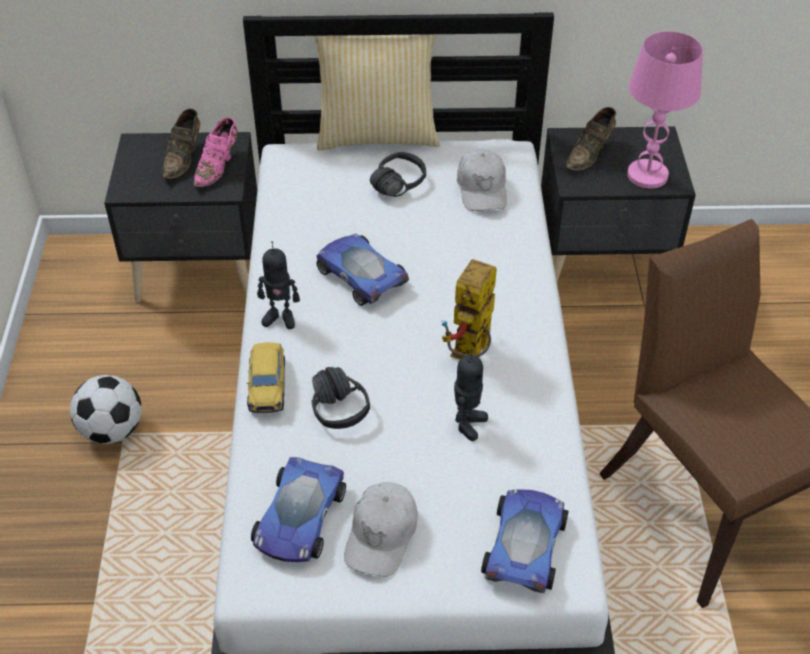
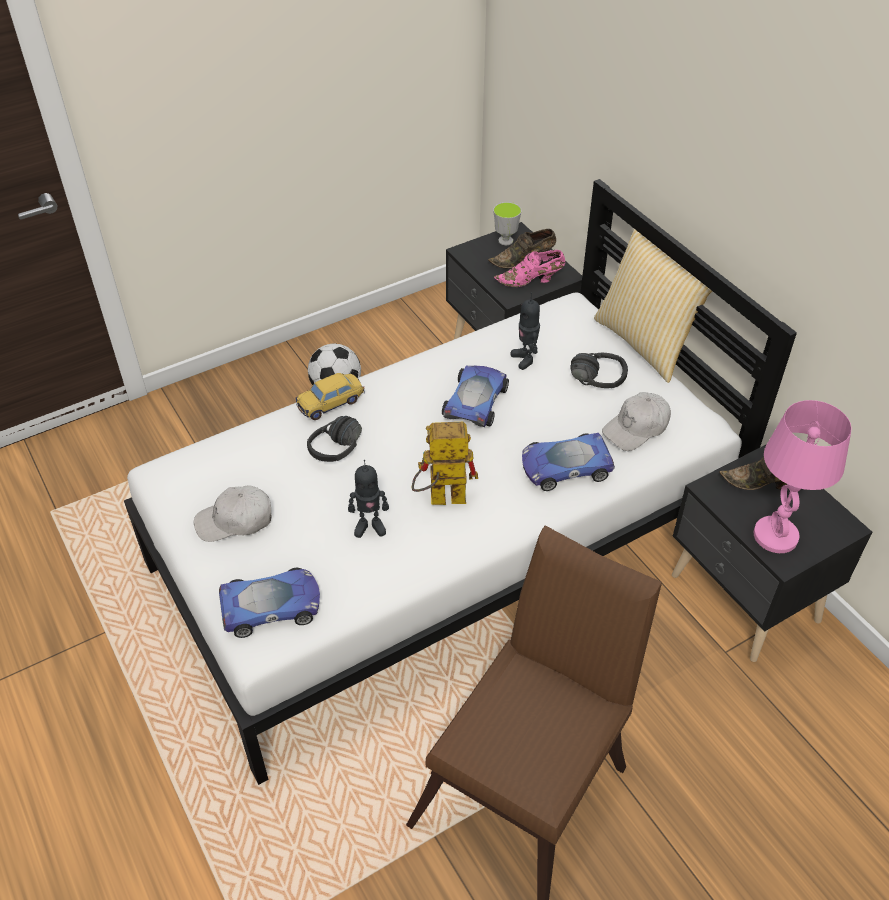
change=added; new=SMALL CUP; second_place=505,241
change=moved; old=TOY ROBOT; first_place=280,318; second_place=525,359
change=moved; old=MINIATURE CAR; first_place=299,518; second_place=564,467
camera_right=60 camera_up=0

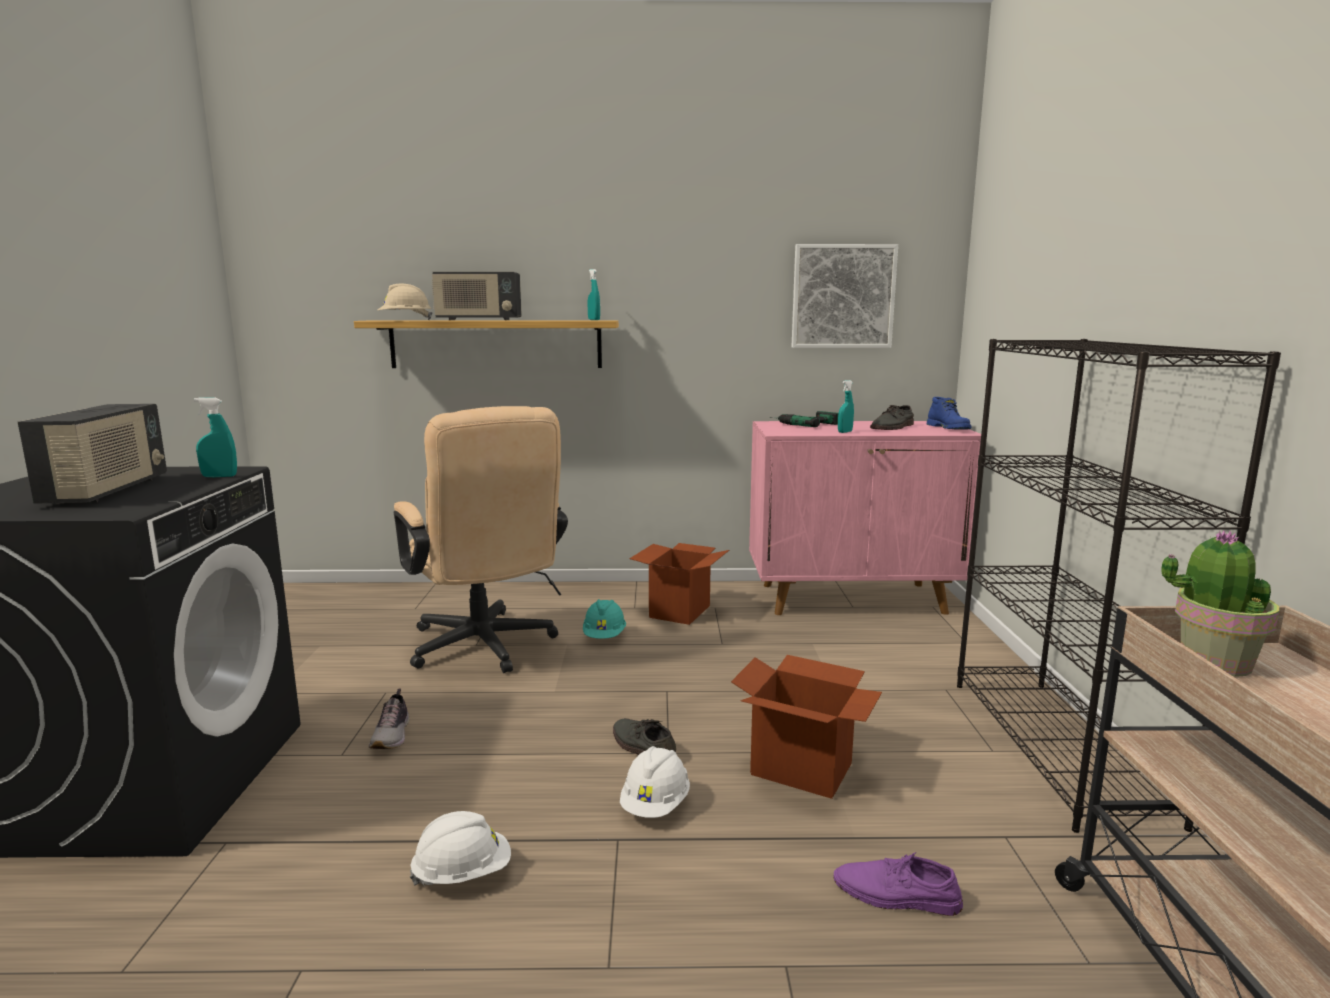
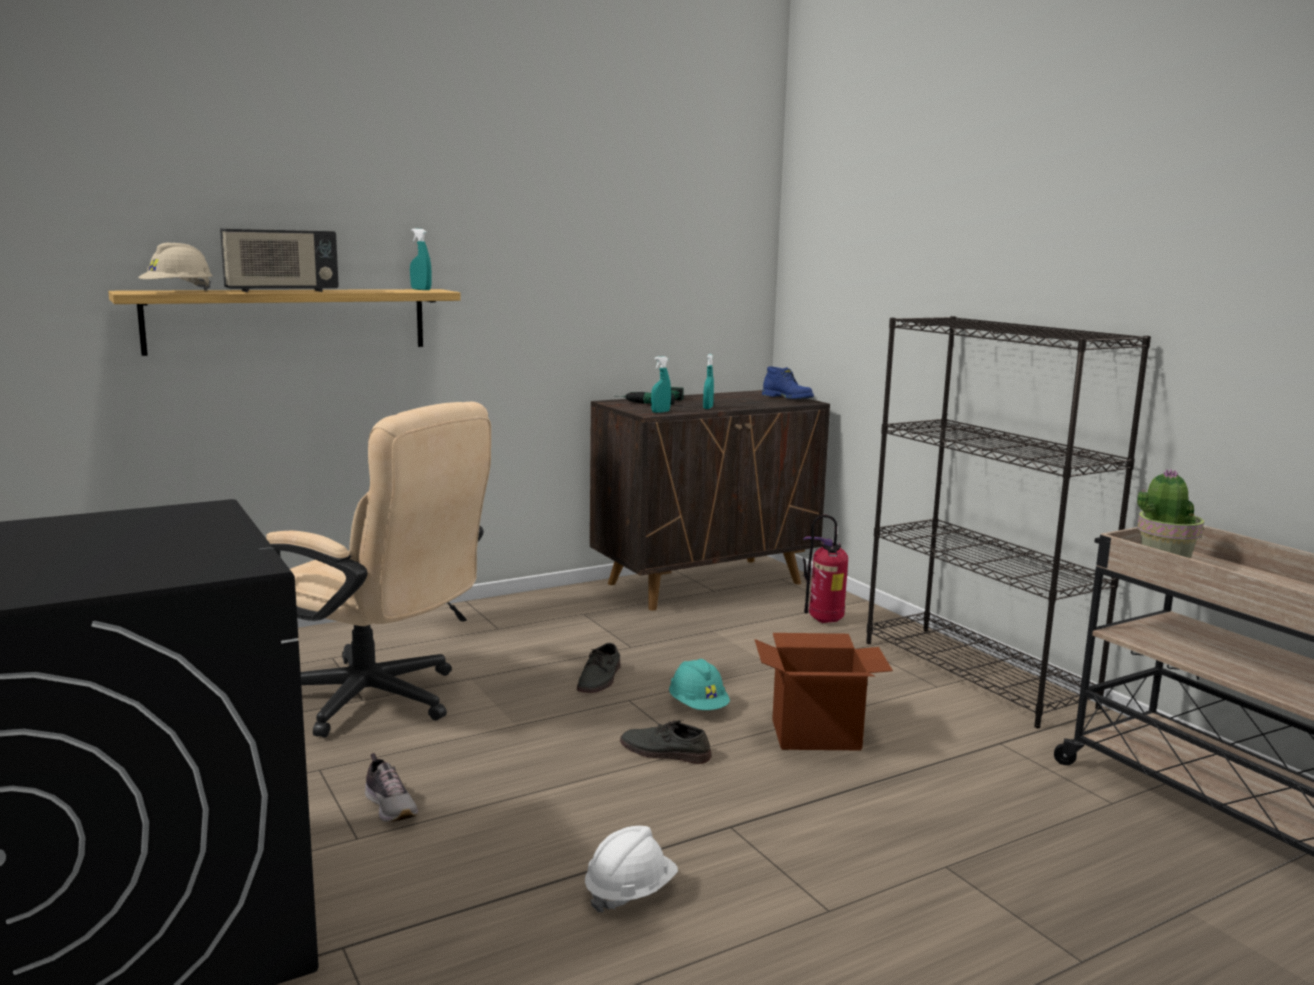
change=moved; old=GREYISH LOW SHOE; first_place=893,427; second_place=600,679
change=recoloured; old=PINKISH CUPBOARD; new=BROWN CUPBOARD; first_place=853,599; second_place=706,583
change=moved; old=TURQUOISE-COLOURED SPRAYER; first_place=219,476; second_place=660,412
change=moved; old=TURQUOISE-COLOURED SAFETY HELMET; first_place=604,636; second_place=698,707
change=added; new=FIRE-FIGHTING CYLINDER; second_place=824,621
change=removed; old=RADIO SET; first_place=108,491
change=removed; old=WHITISH SAFETY HELMET; first_place=655,805
change=removed; old=CARDBOARD BOX; first_place=680,611
change=removed; old=WALL ART; first_place=843,296
change=removed; old=PURPLE LOW SHOE; first_place=896,895
camera_right=-30 camera_up=0

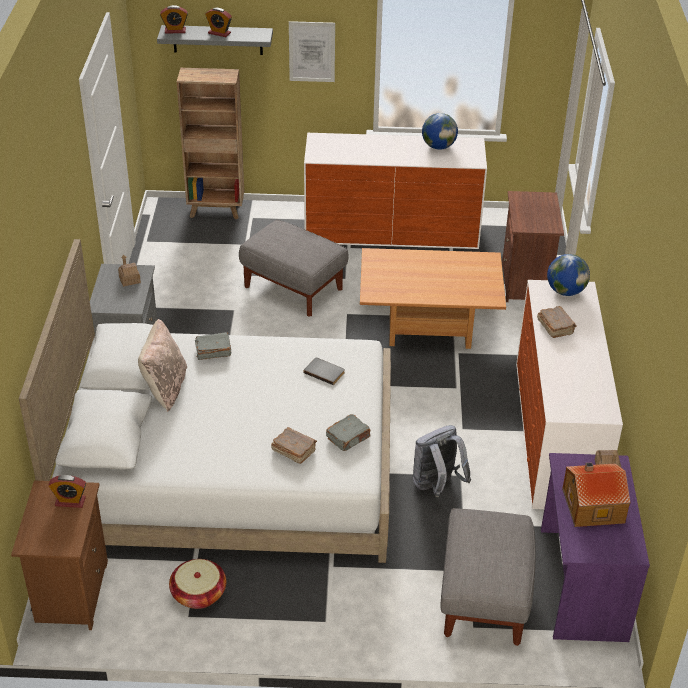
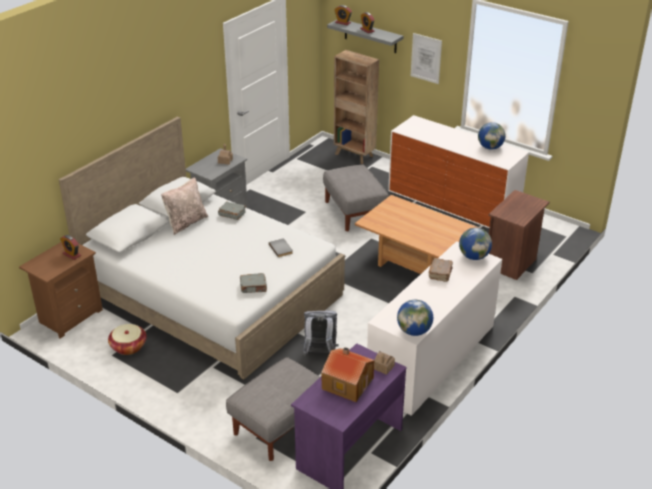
change=added; new=GLOBE; second_place=414,331
change=removed; old=BROWN BOOK; first_place=293,450
camera_right=35 camera_up=-5

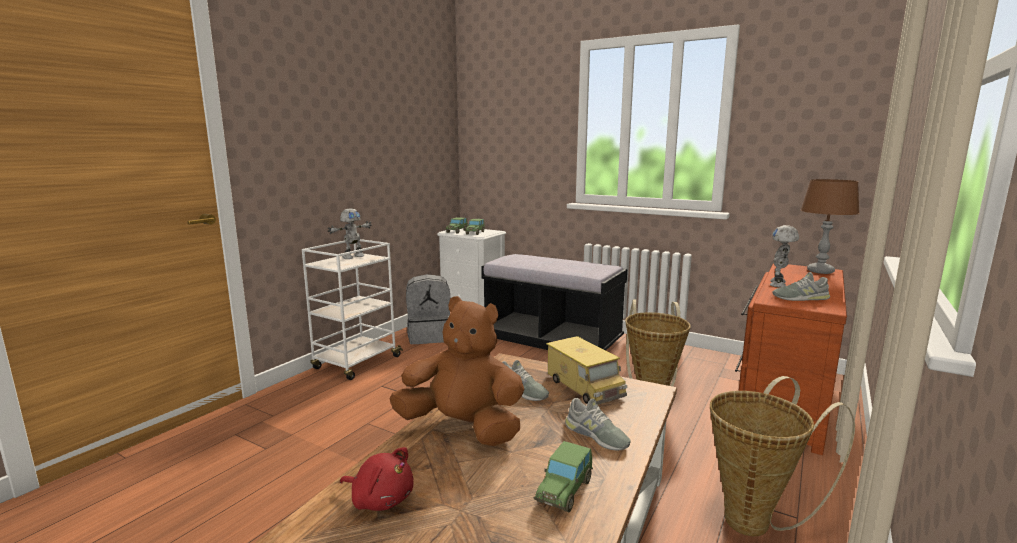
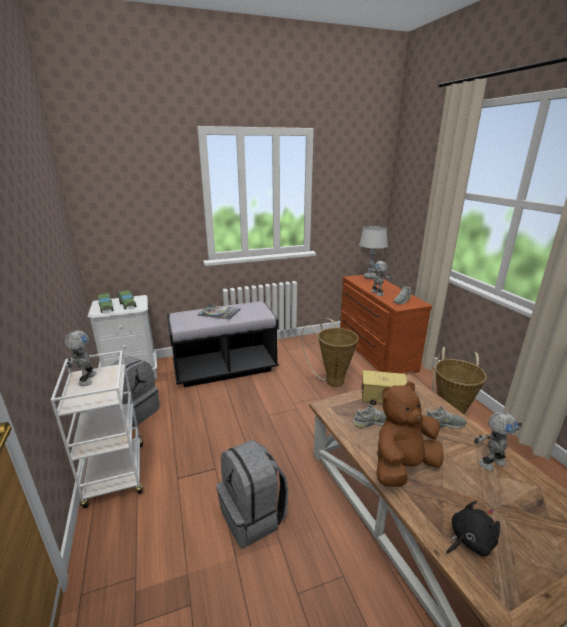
change=added; new=BOOK; second_place=219,312
change=added; new=GREYISH KNAPSACK; second_place=253,516
change=recoloured; old=BROWN TABLE LAMP; new=GREYISH TABLE LAMP; first_place=820,271; second_place=370,277
change=recoloured; old=RED SOFT TOY; new=BLACKISH SOFT TOY; first_place=380,499; second_place=469,540
change=replaced; old=MINIATURE CAR; new=TOY ROBOT; first_place=565,490; second_place=491,462
camera_right=-50 camera_up=10

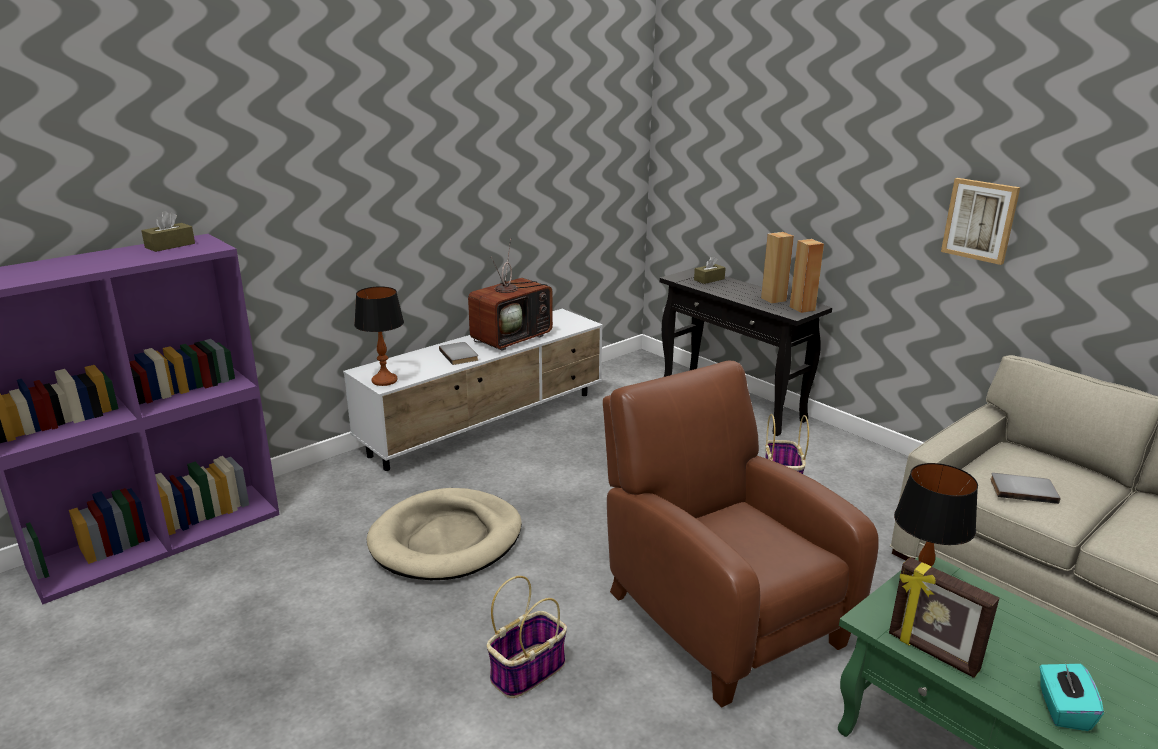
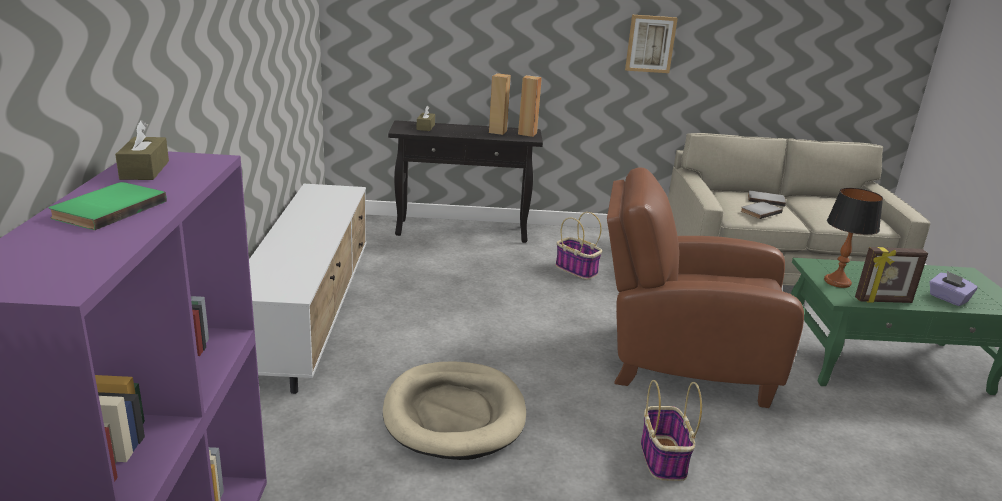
change=added; new=GREENISH BOOK; second_place=107,209
change=moved; old=GREYISH BOOK; first_place=460,355; second_place=766,199
change=recoloured; old=TURQUOISE-COLOURED TISSUE BOX; new=PURPLE TISSUE BOX; first_place=1063,709; second_place=948,299
change=removed; old=TABLE LAMP; first_place=384,380
change=removed; old=TV SET; first_place=512,337
camera_right=-50 camera_up=0

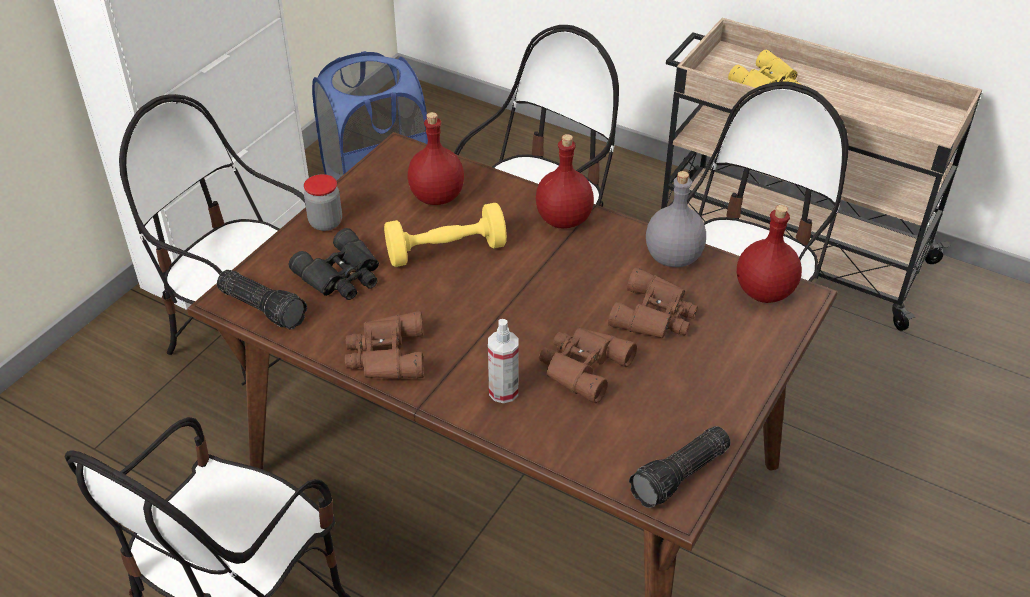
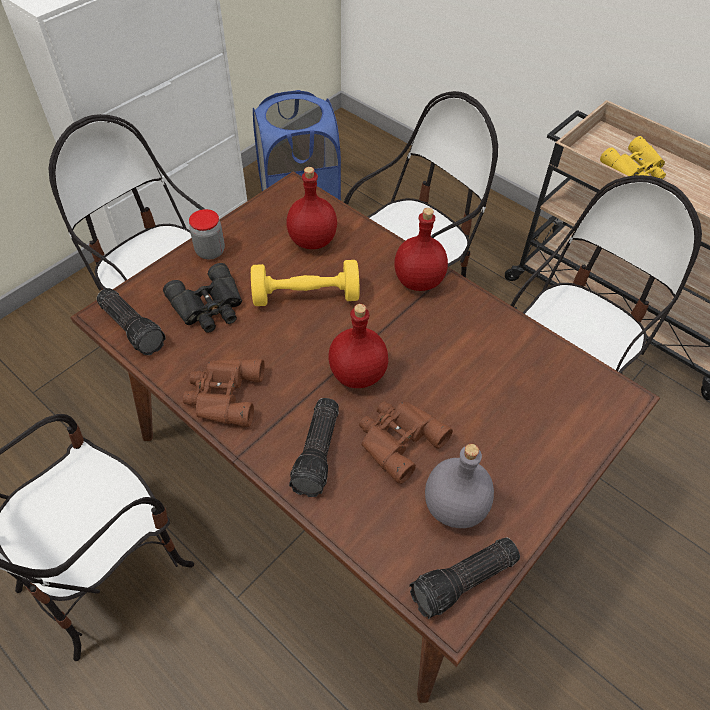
change=replaced; old=SPRAYER; new=HAND TORCH; first_place=503,391; second_place=319,453
change=moved; old=RED BEVERAGE BOTTLE; first_place=764,293; second_place=357,375
change=moved; old=GREYISH BEVERAGE BOTTLE; first_place=672,257; second_place=453,505
change=removed; old=BROWN PAIR OF BINOCULARS; first_place=655,315
camera_right=10 camera_up=10

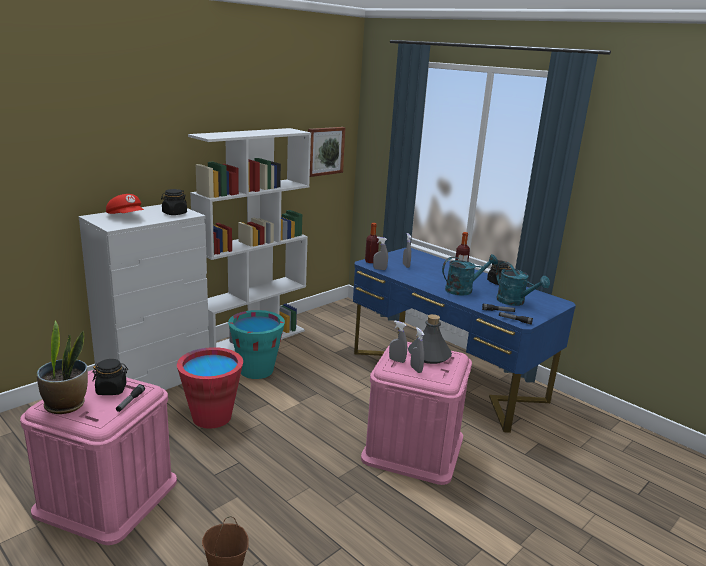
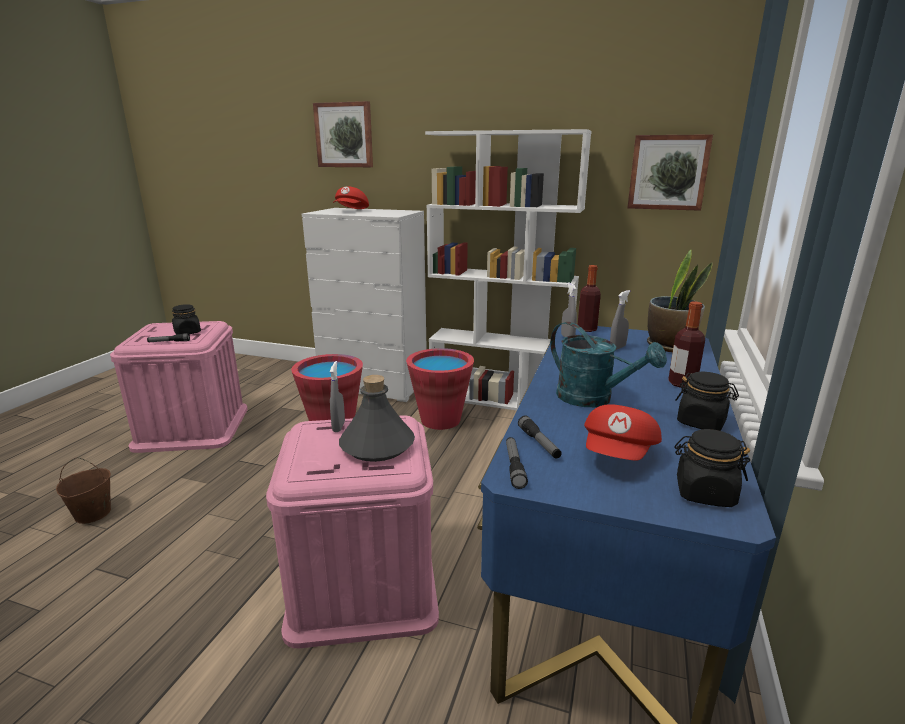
change=added; new=WALL ART; second_place=344,135
change=recoloured; old=TURQUOISE-COLOURED BUCKET; new=RED BUCKET; first_place=256,370; second_place=440,420
change=replaced; old=TURQUOISE-COLOURED WATERING CAN; new=RED PEAKED CAP; first_place=515,302; second_place=619,454
change=moved; old=HOUSEPLANT; first_place=66,405; second_place=669,346
change=moved; old=BLACKISH JAR; first_place=174,213; second_place=704,493
change=removed; old=GREYISH SPRAYER; first_place=416,369
camera_right=65 camera_up=0

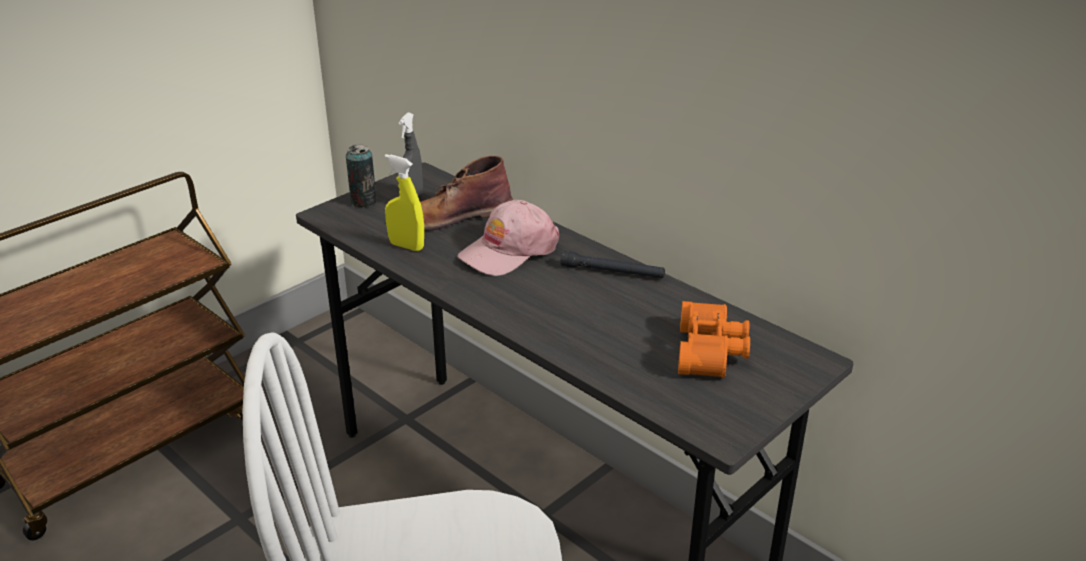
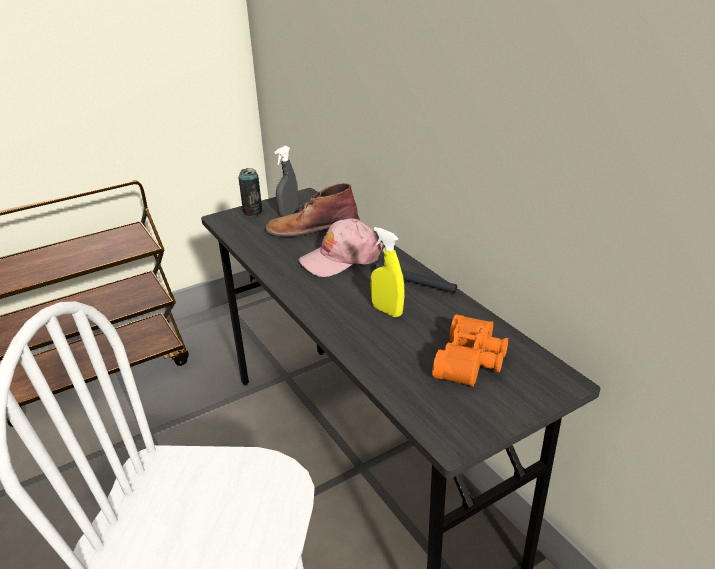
change=moved; old=YELLOW SPRAYER; first_place=406,246; second_place=387,311
camera_right=15 camera_up=0

